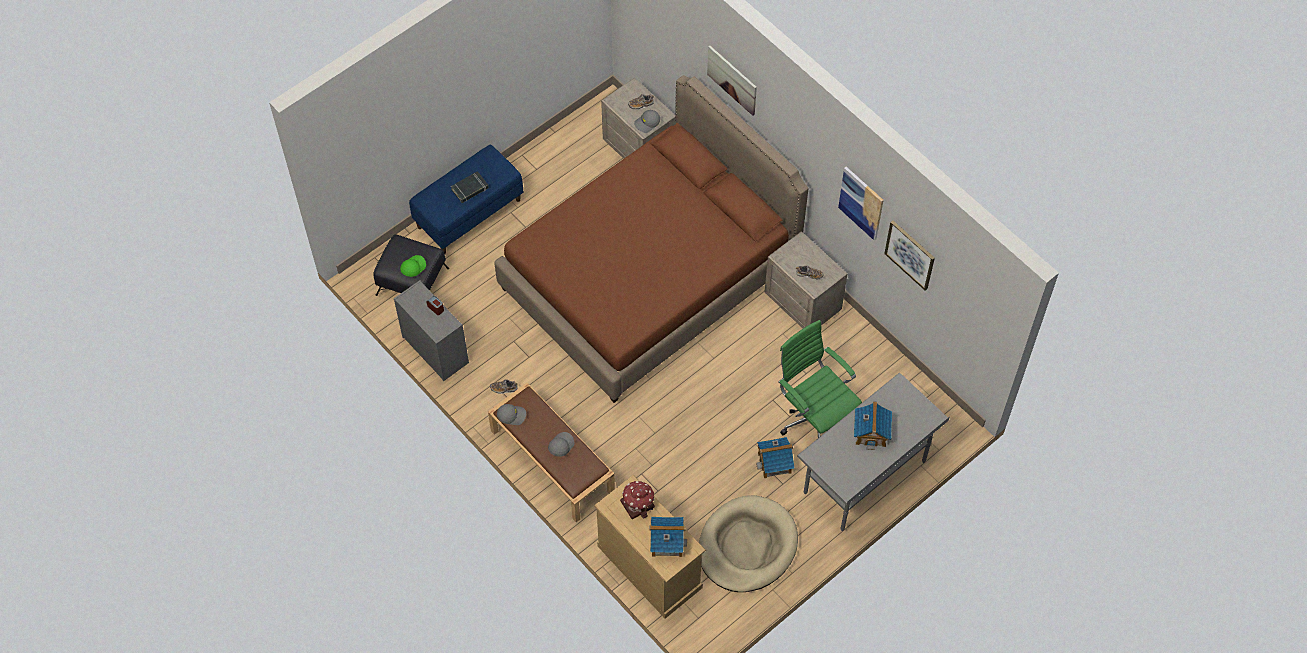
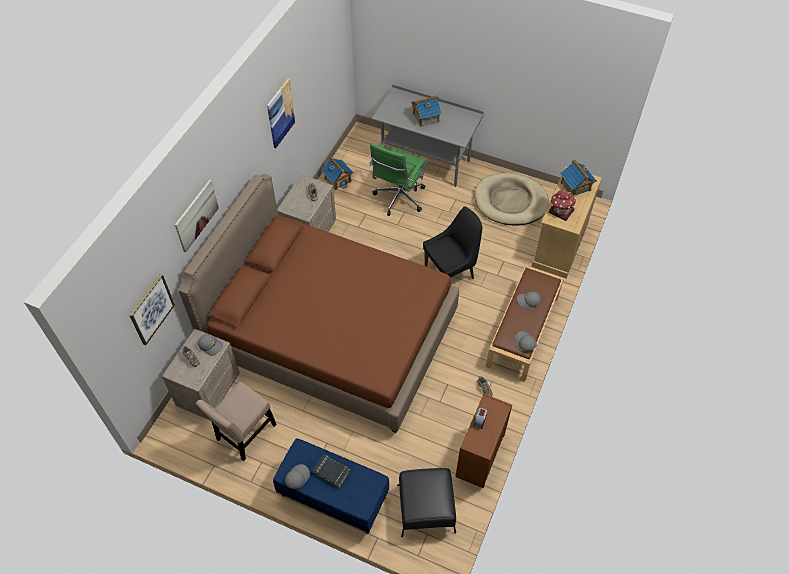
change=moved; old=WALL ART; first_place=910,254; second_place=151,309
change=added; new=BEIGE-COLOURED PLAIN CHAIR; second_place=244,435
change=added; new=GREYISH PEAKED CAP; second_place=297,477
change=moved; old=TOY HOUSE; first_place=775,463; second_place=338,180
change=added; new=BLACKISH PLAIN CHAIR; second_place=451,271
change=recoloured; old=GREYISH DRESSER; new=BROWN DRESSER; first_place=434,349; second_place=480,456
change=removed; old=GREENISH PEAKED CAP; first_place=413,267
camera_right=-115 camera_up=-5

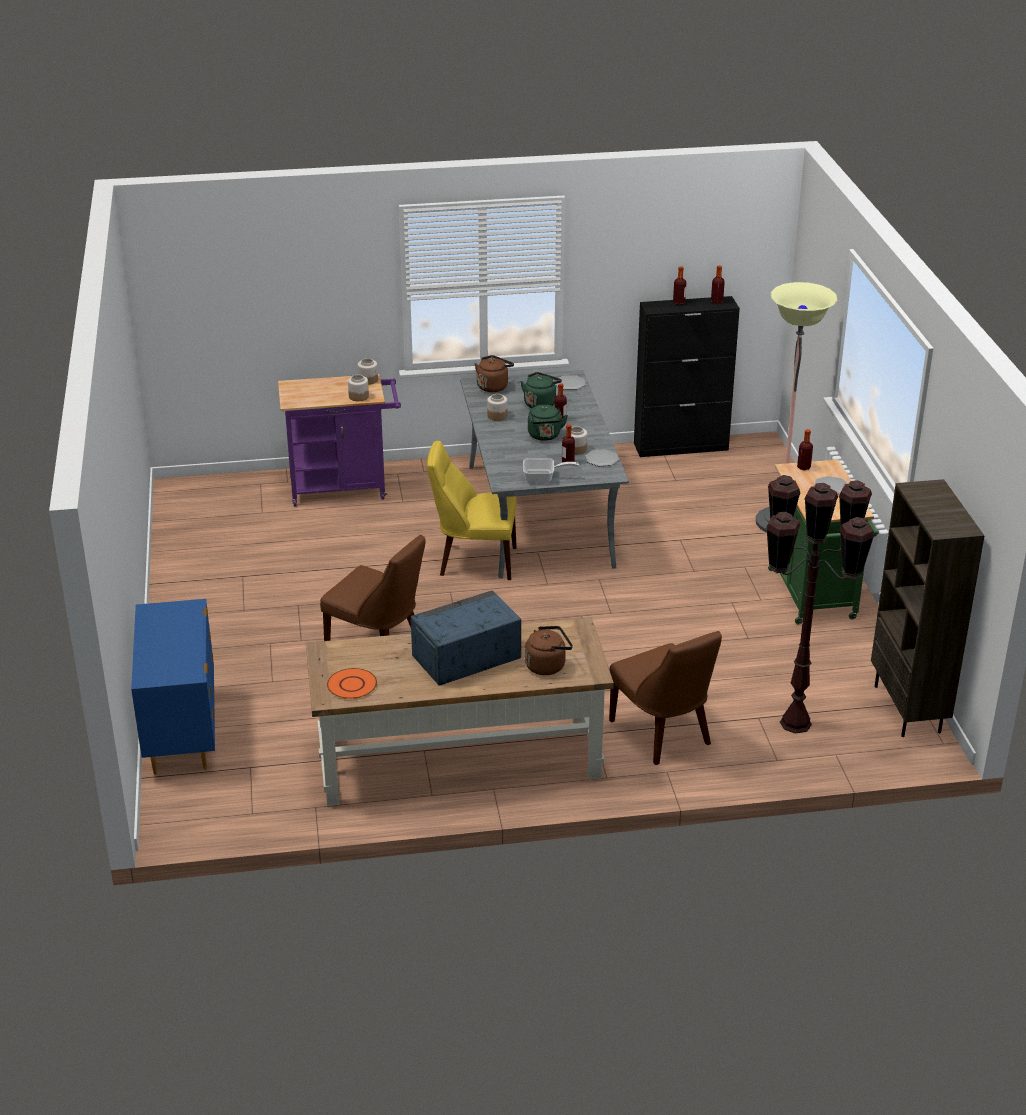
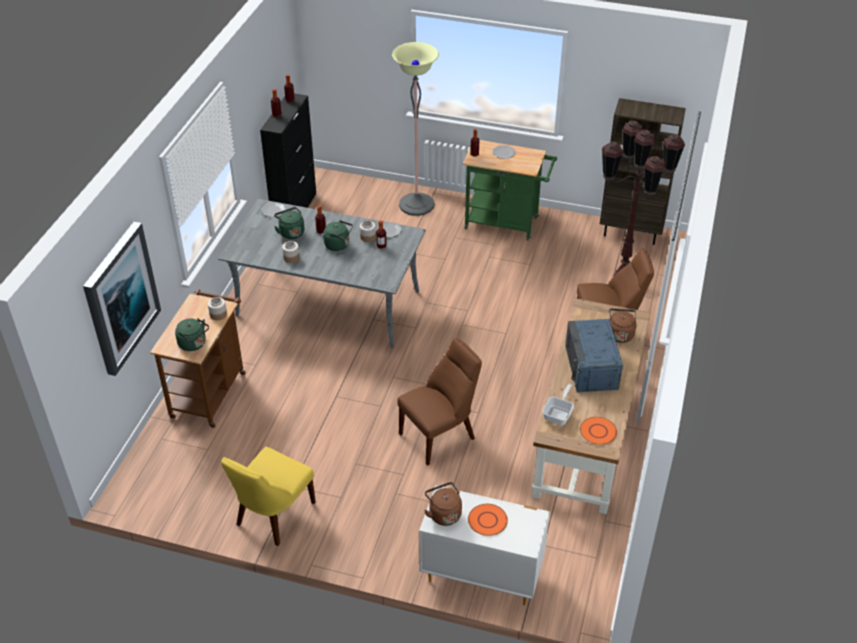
change=added; new=WALL ART; second_place=120,298
change=recoloured; old=PURPLE TROLLEY; new=BROWN TROLLEY; first_place=344,488; second_place=210,391
change=added; new=GREENISH WATER KETTLE; second_place=194,344
change=moved; old=YELLOW PLAIN CHAIR; first_place=474,561; second_place=273,516
change=recoloured; old=BLUISH DRESSER; new=WHITISH DRESSER; first_place=182,732; second_place=480,575
change=moved; old=BROWN WATER KETTLE; first_place=493,386; second_place=443,513
change=added; new=ORANGE FLAT DISH; second_place=487,520
change=moved; old=SKILLET; first_place=543,478; second_place=559,414
change=removed; old=JAR; first_place=368,380
camera_right=-65 camera_up=10

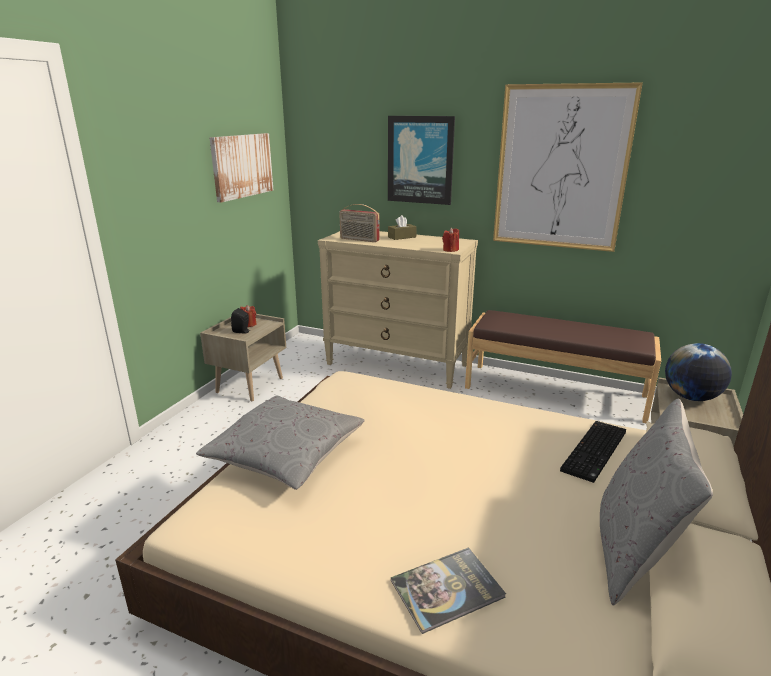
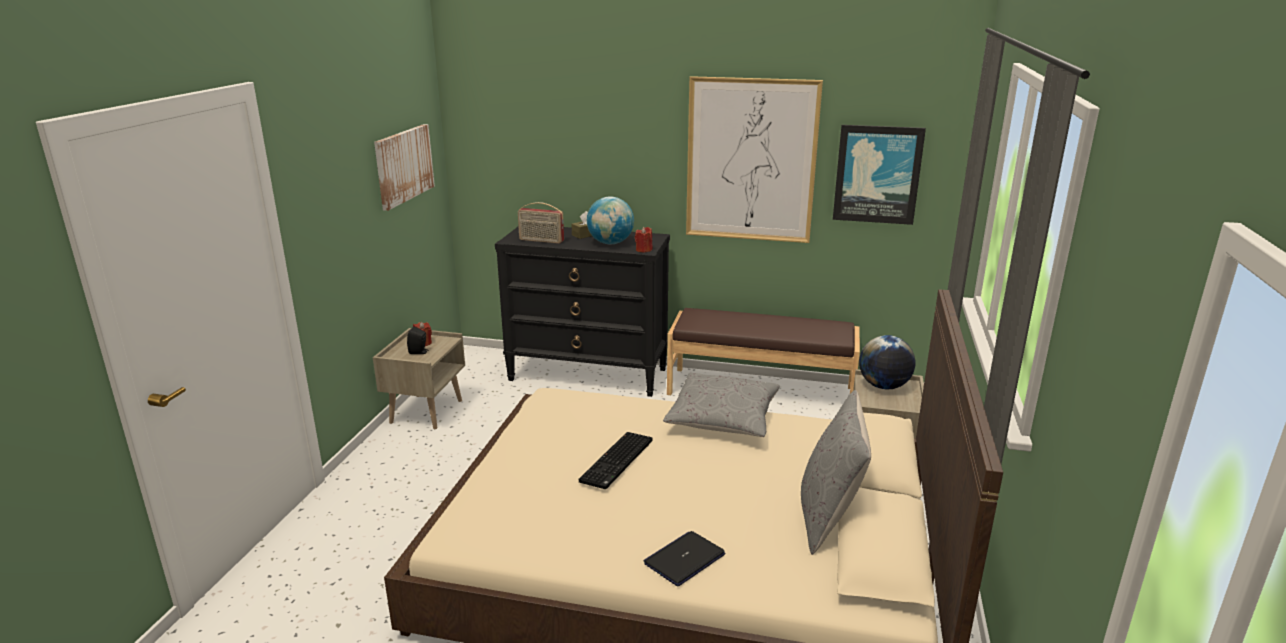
change=recoloured; old=BEIGE-COLOURED DRESSER; new=BLACKISH DRESSER; first_place=397,364; second_place=588,374
change=moved; old=PC KEYBOARD; first_place=595,452; second_place=618,462
change=added; new=GLOBE; second_place=610,243
change=replaced; old=BOOK; new=PORTABLE COMPUTER; first_place=447,589; second_place=684,559
change=moved; old=GREYISH CUSHION; first_place=286,454; second_place=723,419
change=moved; old=WALL ART; first_place=420,160; second_place=877,174
camera_right=-10 camera_up=0

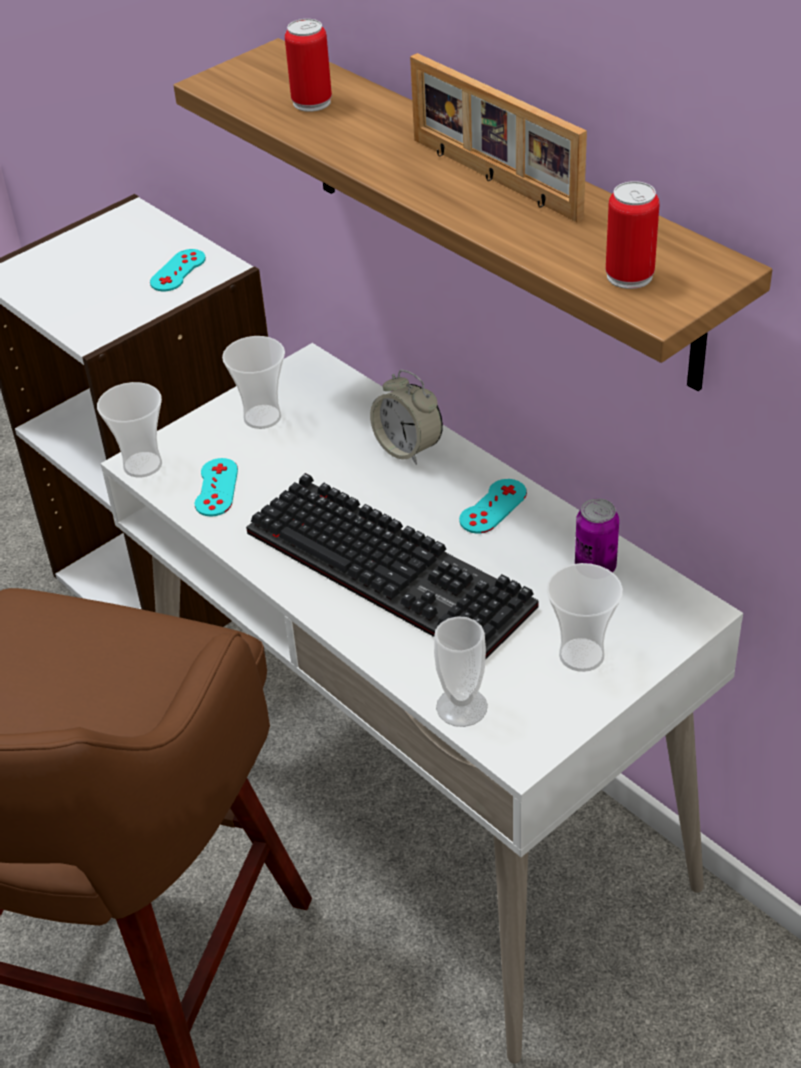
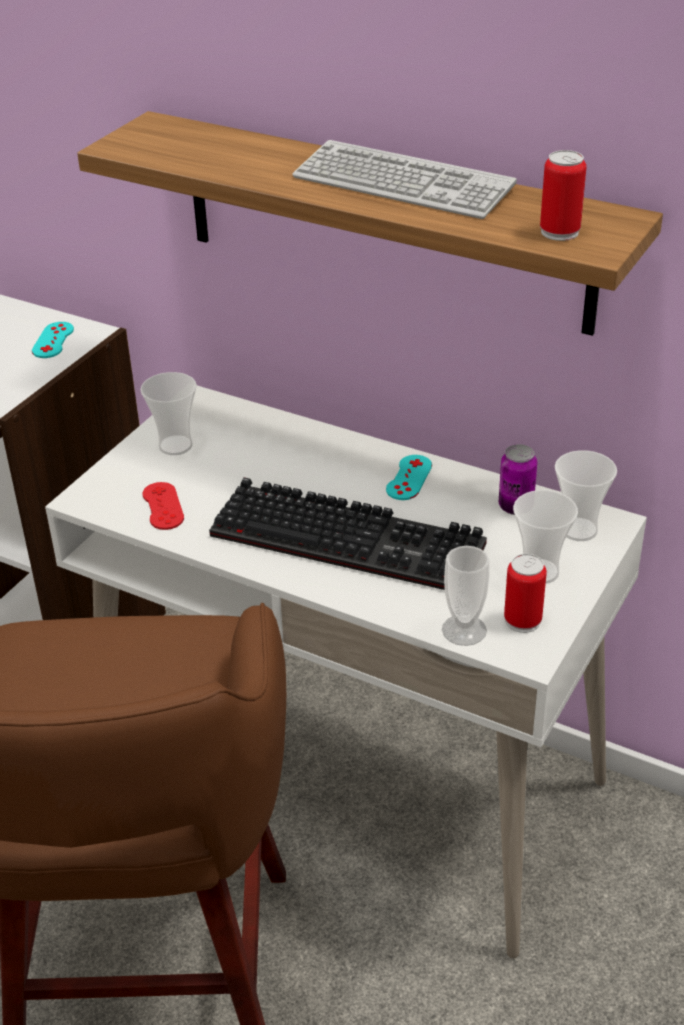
change=recoloured; old=TURQUOISE-COLOURED GAMEPAD; new=RED GAMEPAD; first_place=216,487; second_place=163,506
change=replaced; old=STANDING FRAME; new=PC KEYBOARD; first_place=492,179; second_place=402,183
change=moved; old=METAL CAN; first_place=312,102; second_place=522,620
change=moved; old=SMALL CUP; first_place=142,465; second_place=578,530
change=removed; old=ALARM CLOCK; first_place=408,448
camera_right=-20 camera_up=-5

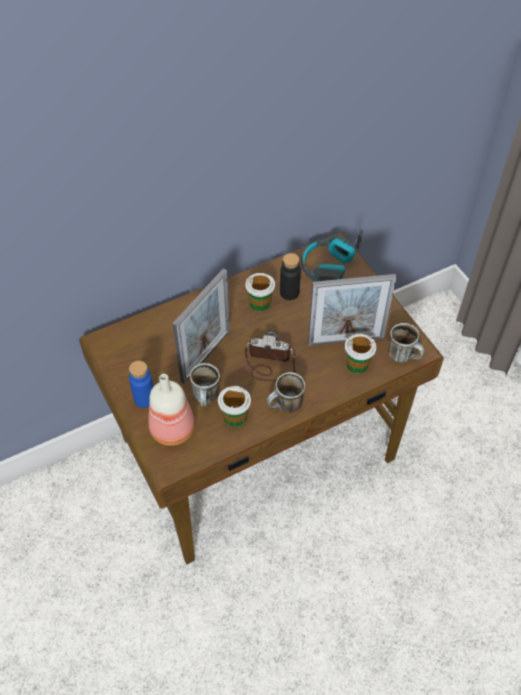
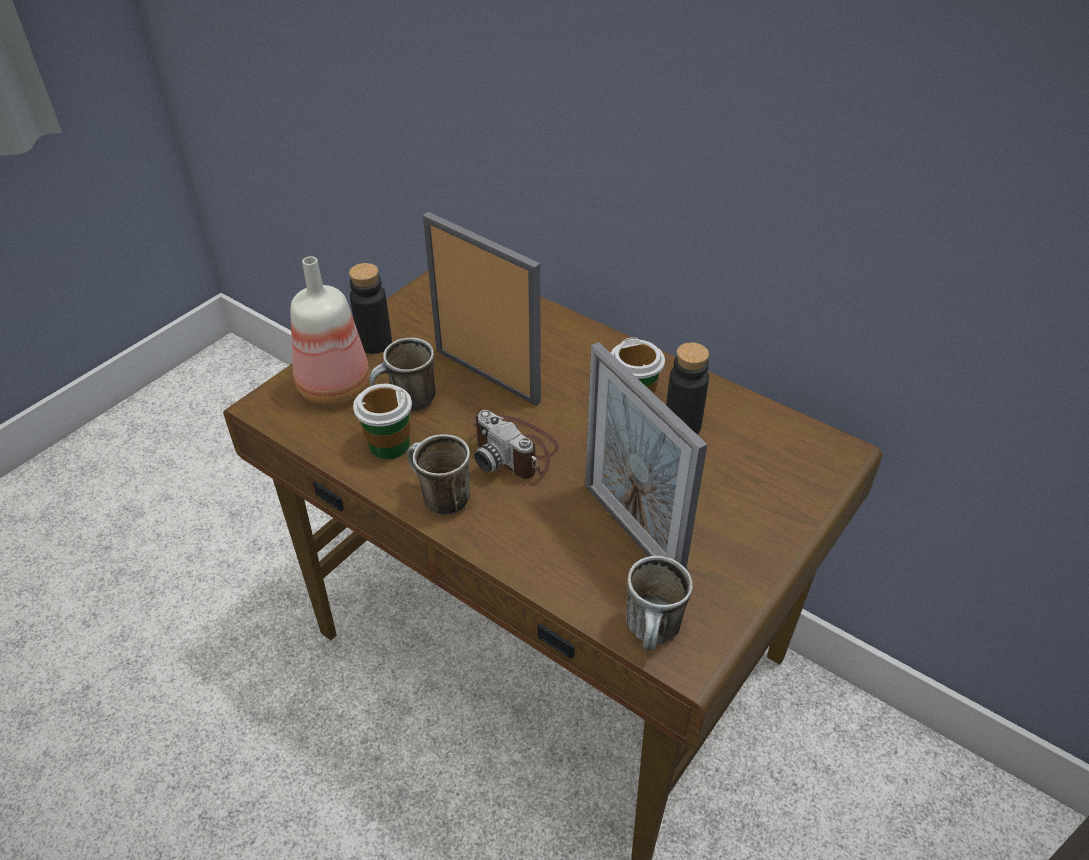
change=recoloured; old=BLUISH BEVERAGE BOTTLE; new=BLACKISH BEVERAGE BOTTLE; first_place=144,399; second_place=375,343
change=turned; old=STANDING FRAME; first_place=206,356; second_place=487,376; degrees=-150
change=turned; old=PHOTO CAMERA; first_place=269,364; second_place=516,450; degrees=150
change=removed; old=HEADPHONES; first_place=327,268
change=removed; old=SMALL CUP; first_place=357,364
camera_right=65 camera_up=-10

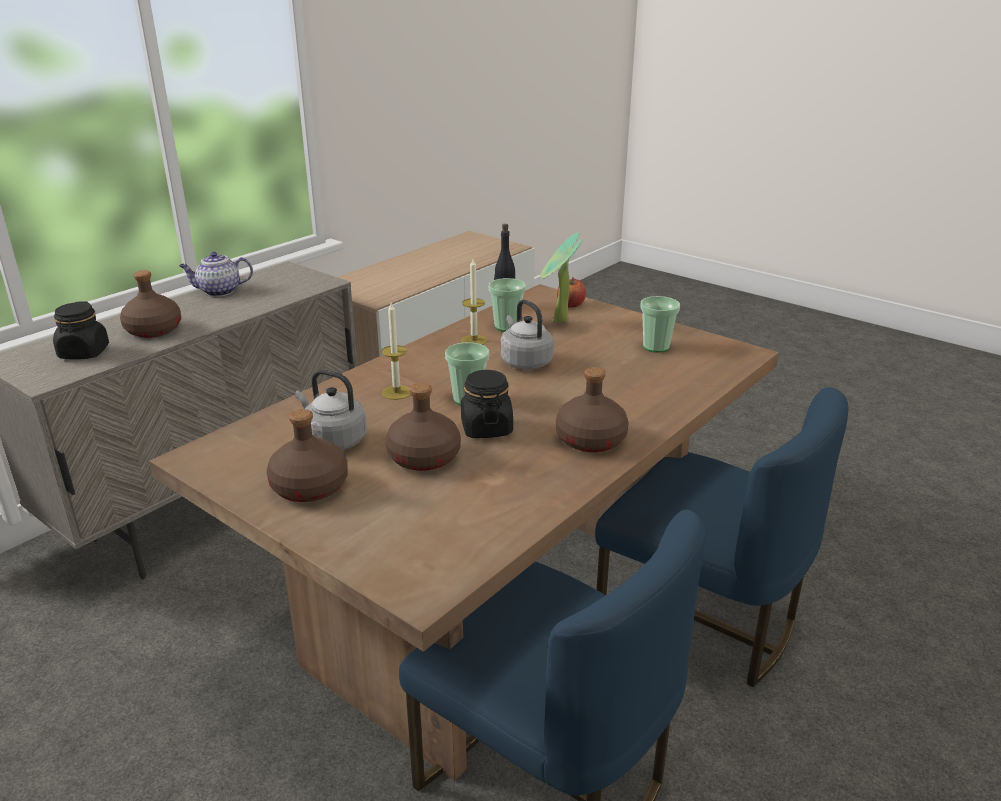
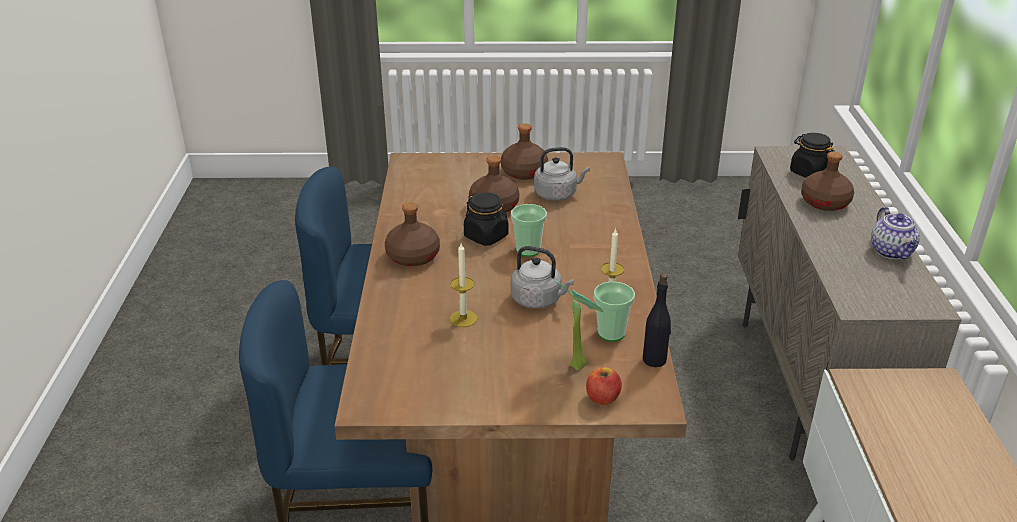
change=moved; old=WAX LIGHT; first_place=396,392; second_place=463,318
change=turned; old=TEA POT; first_place=219,291; second_place=892,252; degrees=135
change=removed; old=SMALL CUP; first_place=656,347
camera_right=140 camera_up=5

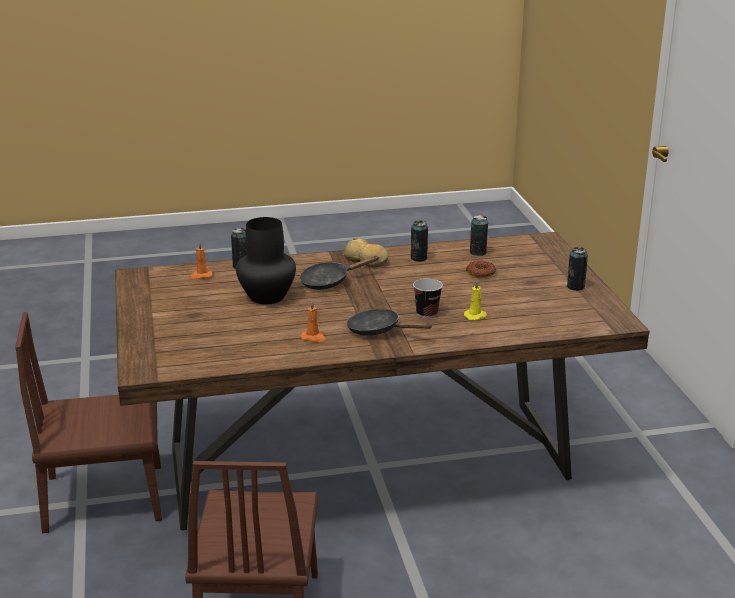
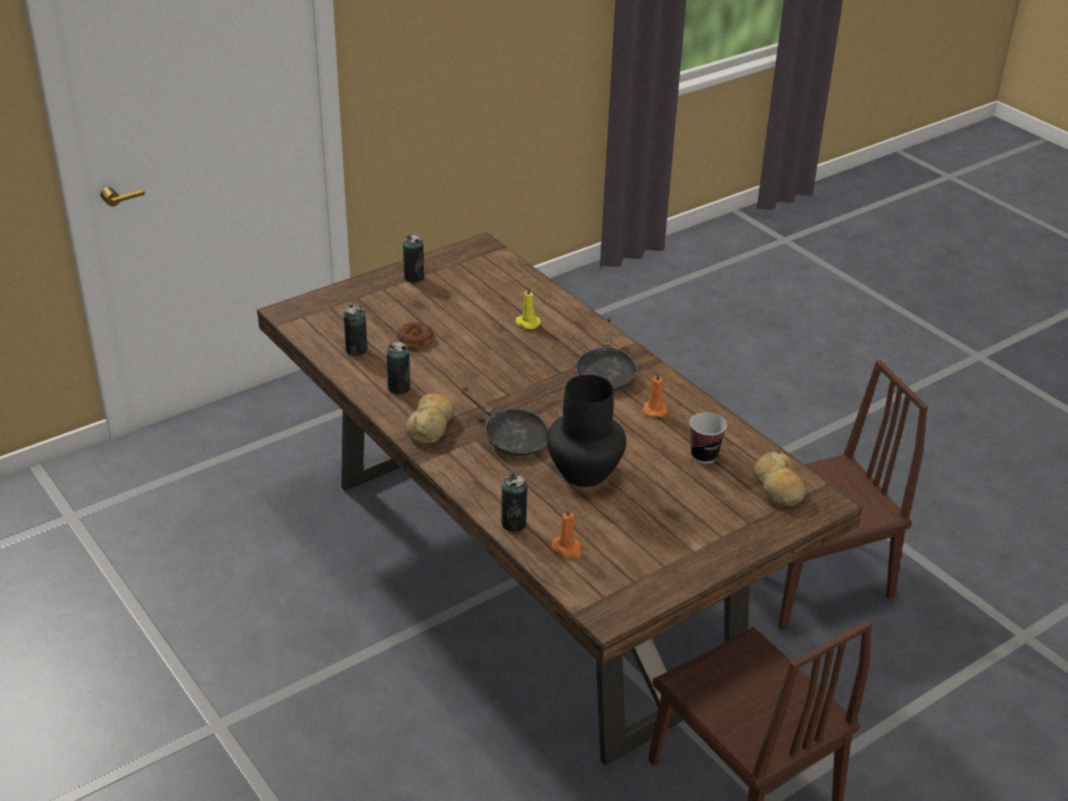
change=moved; old=SMALL CUP; first_place=427,313; second_place=704,455
change=added; new=BREAD; second_place=778,488
camera_right=-115 camera_up=10

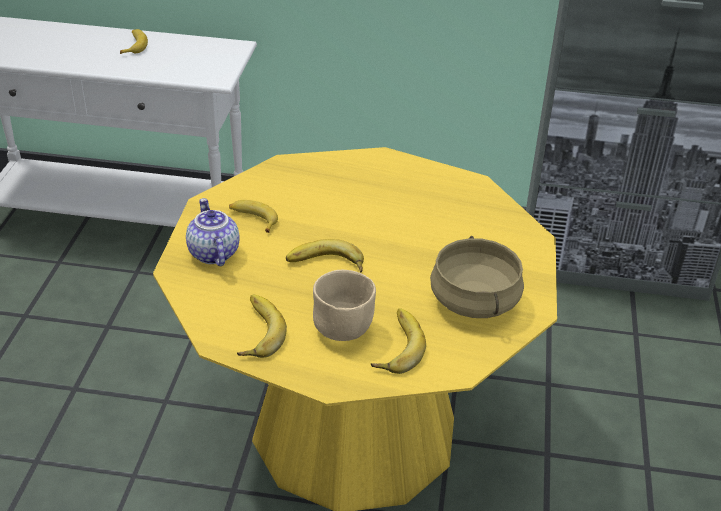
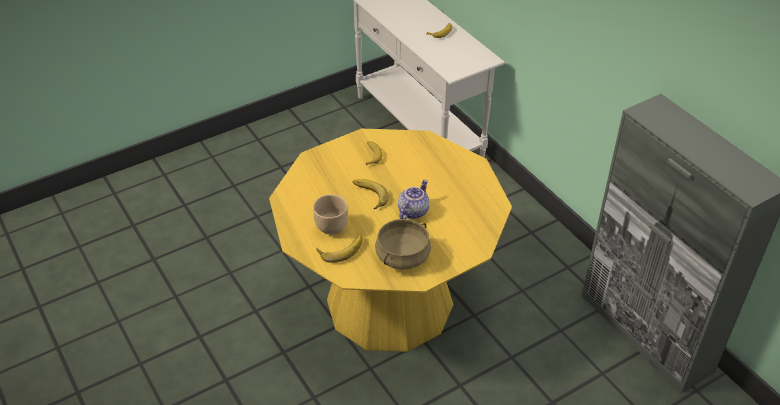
change=moved; old=TEA POT; first_place=212,253; second_place=412,211
change=removed; old=BANANA FRUIT; first_place=255,331
camera_right=50 camera_up=5

